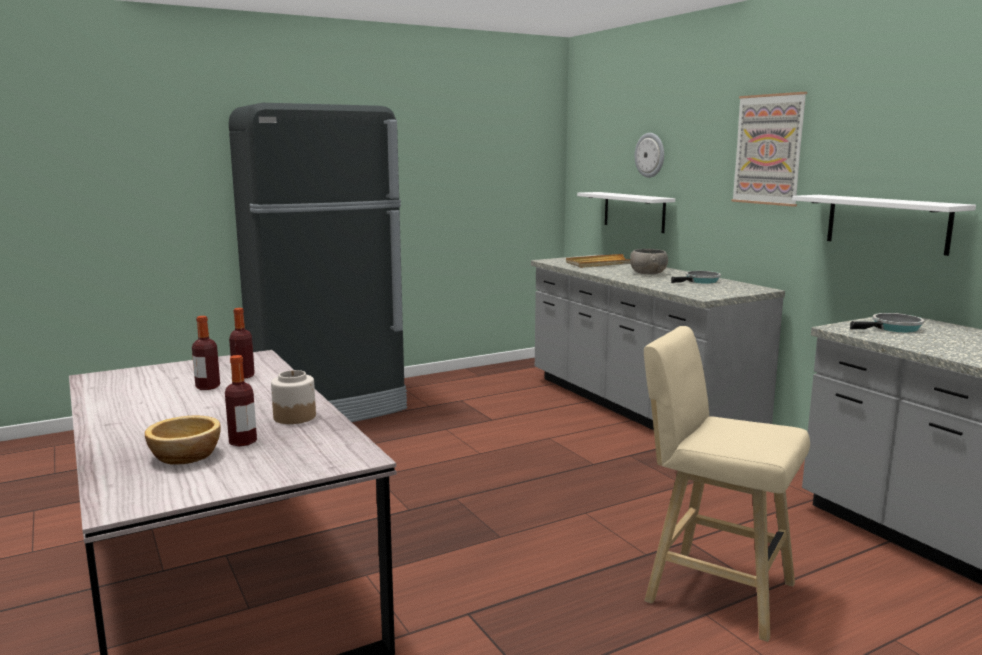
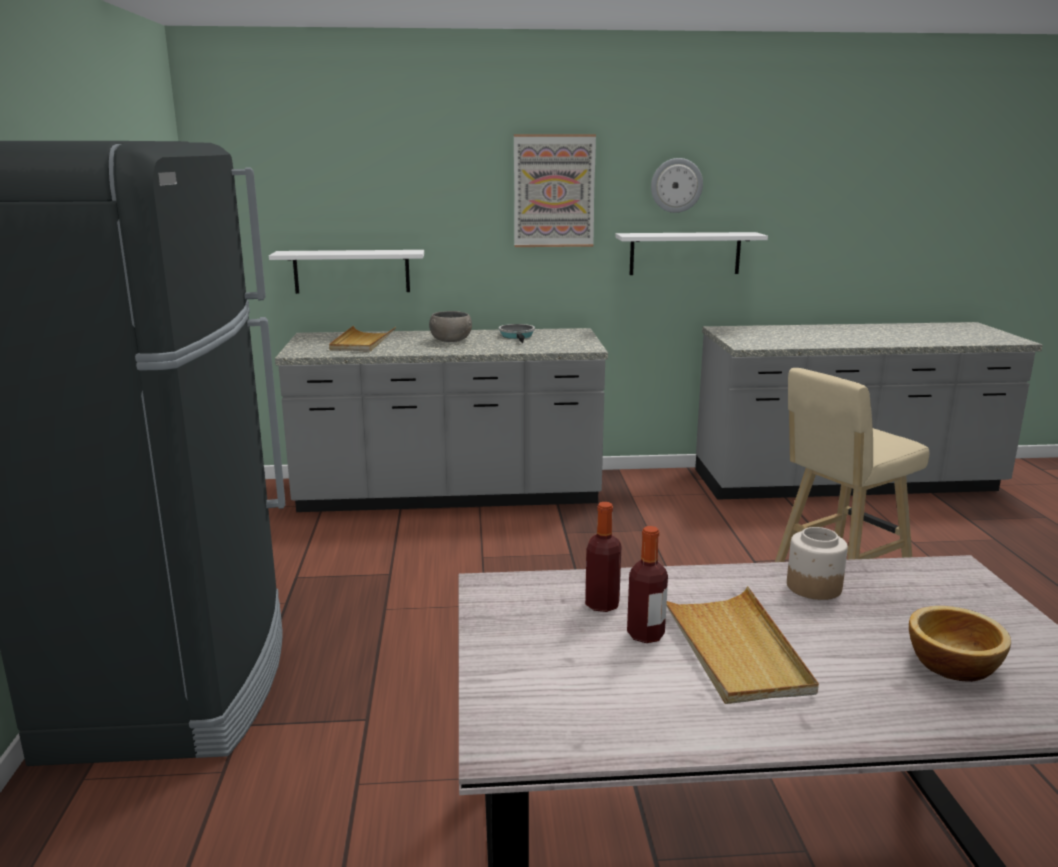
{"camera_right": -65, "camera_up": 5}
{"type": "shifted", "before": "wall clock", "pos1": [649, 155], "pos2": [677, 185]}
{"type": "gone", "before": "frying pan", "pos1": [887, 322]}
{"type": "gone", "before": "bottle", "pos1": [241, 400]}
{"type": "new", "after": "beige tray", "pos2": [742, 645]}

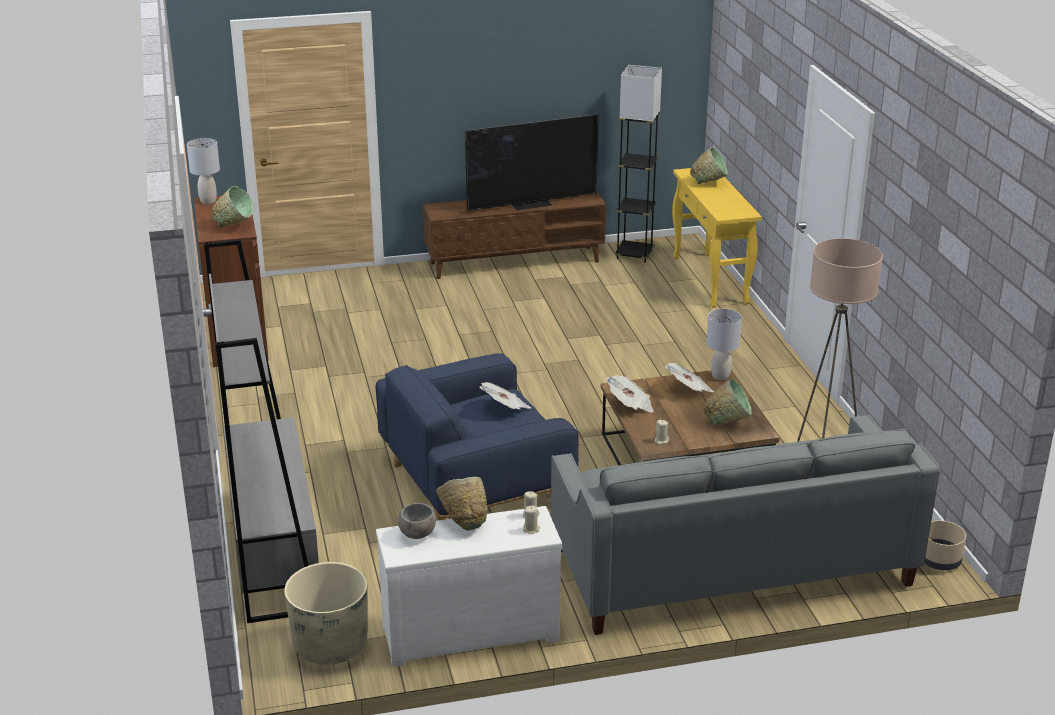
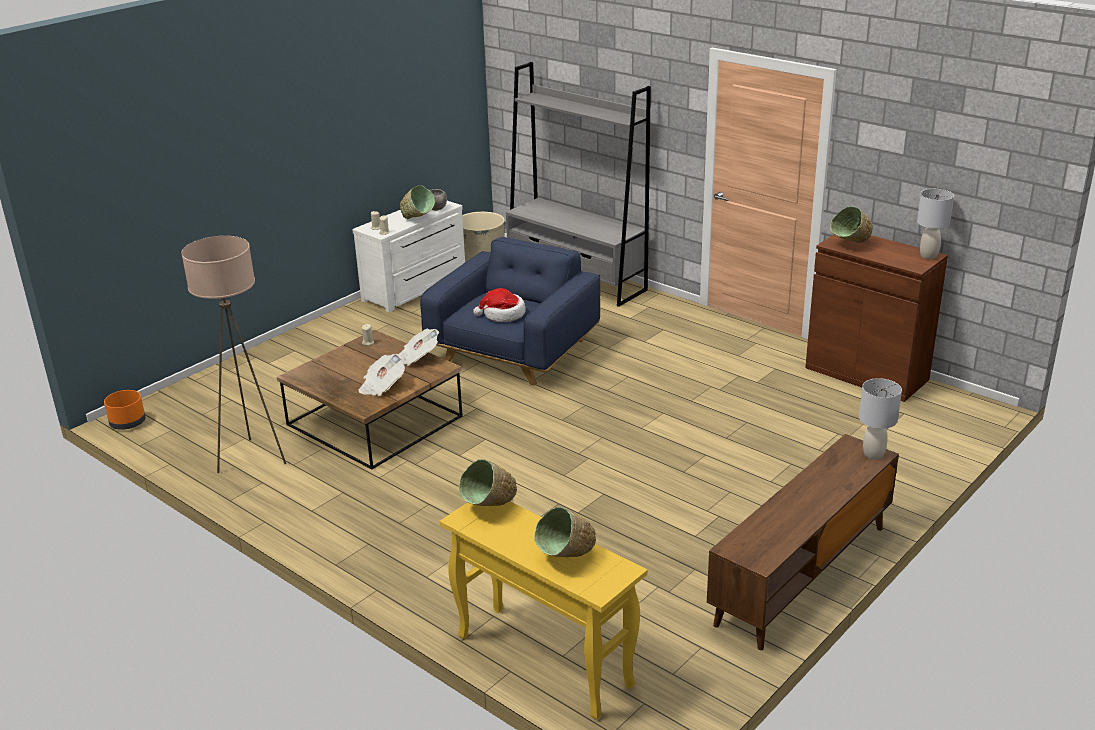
{"camera_right": 145, "camera_up": 0}
{"type": "gone", "before": "grey floor lamp", "pos1": [638, 164]}
{"type": "gone", "before": "television", "pos1": [532, 162]}
{"type": "shifted", "before": "grey table lamp", "pos1": [724, 344], "pos2": [880, 419]}
{"type": "shifted", "before": "green bowl", "pos1": [728, 401], "pos2": [488, 482]}
{"type": "swapped", "before": "newspaper", "after": "hat", "pos1": [505, 396], "pos2": [499, 305]}
{"type": "gone", "before": "grey sofa", "pos1": [745, 524]}
{"type": "repainted", "before": "beige planter", "after": "orange planter", "pos1": [945, 545], "pos2": [125, 410]}

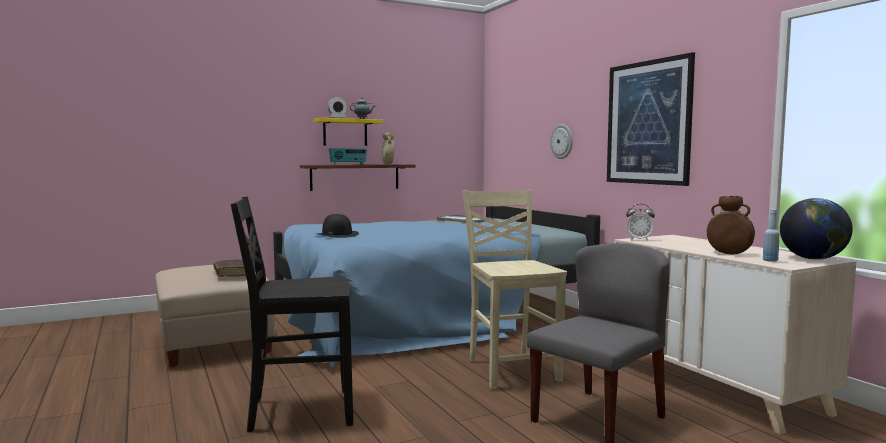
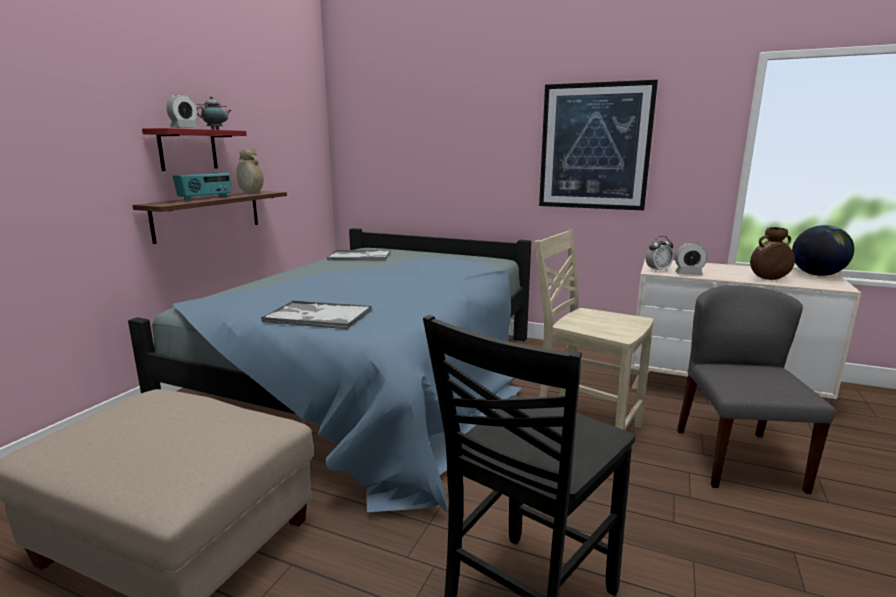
{"camera_right": -40, "camera_up": 10}
{"type": "repainted", "before": "yellow shelf", "after": "red shelf", "pos1": [348, 132], "pos2": [194, 149]}
{"type": "gone", "before": "wall clock", "pos1": [561, 141]}
{"type": "gone", "before": "blue bottle", "pos1": [771, 235]}
{"type": "swapped", "before": "black hat", "after": "tray", "pos1": [338, 226], "pos2": [316, 315]}
{"type": "gone", "before": "brown book", "pos1": [230, 268]}
{"type": "new", "after": "alarm clock", "pos2": [691, 259]}

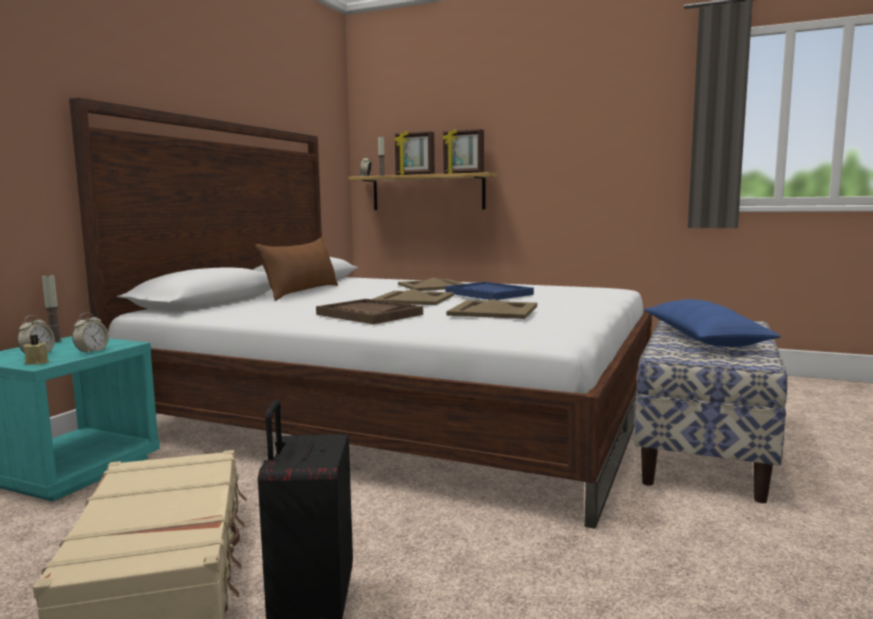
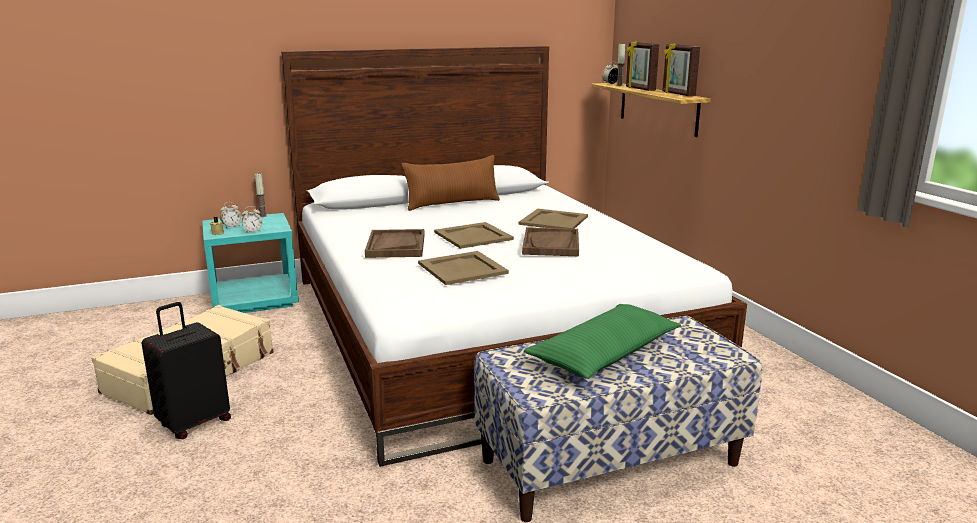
{"camera_right": 45, "camera_up": 10}
{"type": "repainted", "before": "blue tray", "after": "brown tray", "pos1": [489, 291], "pos2": [550, 241]}
{"type": "repainted", "before": "blue pillow", "after": "green pillow", "pos1": [712, 323], "pos2": [602, 341]}

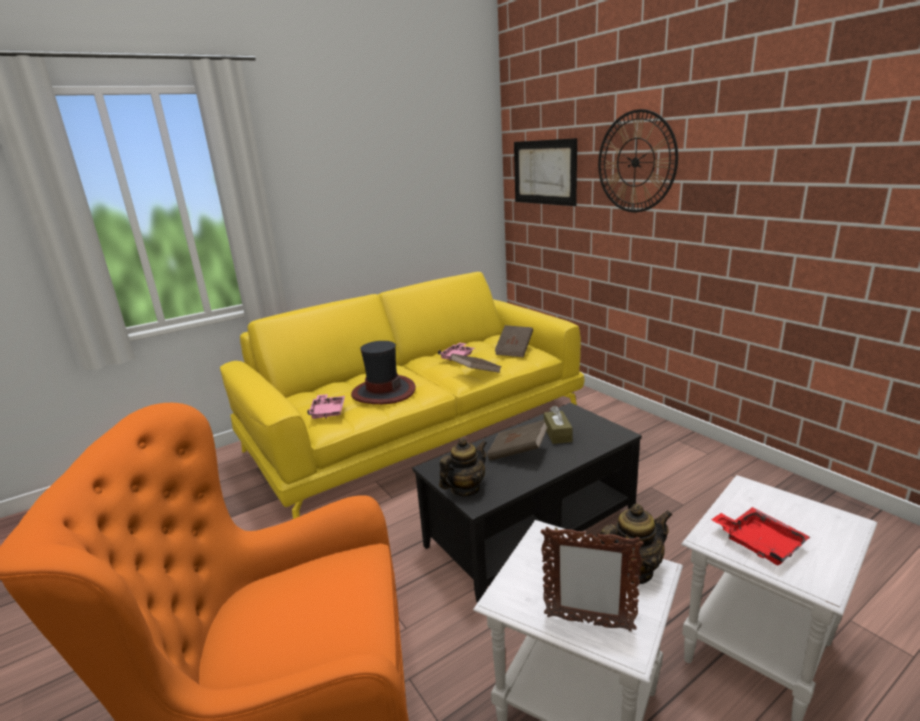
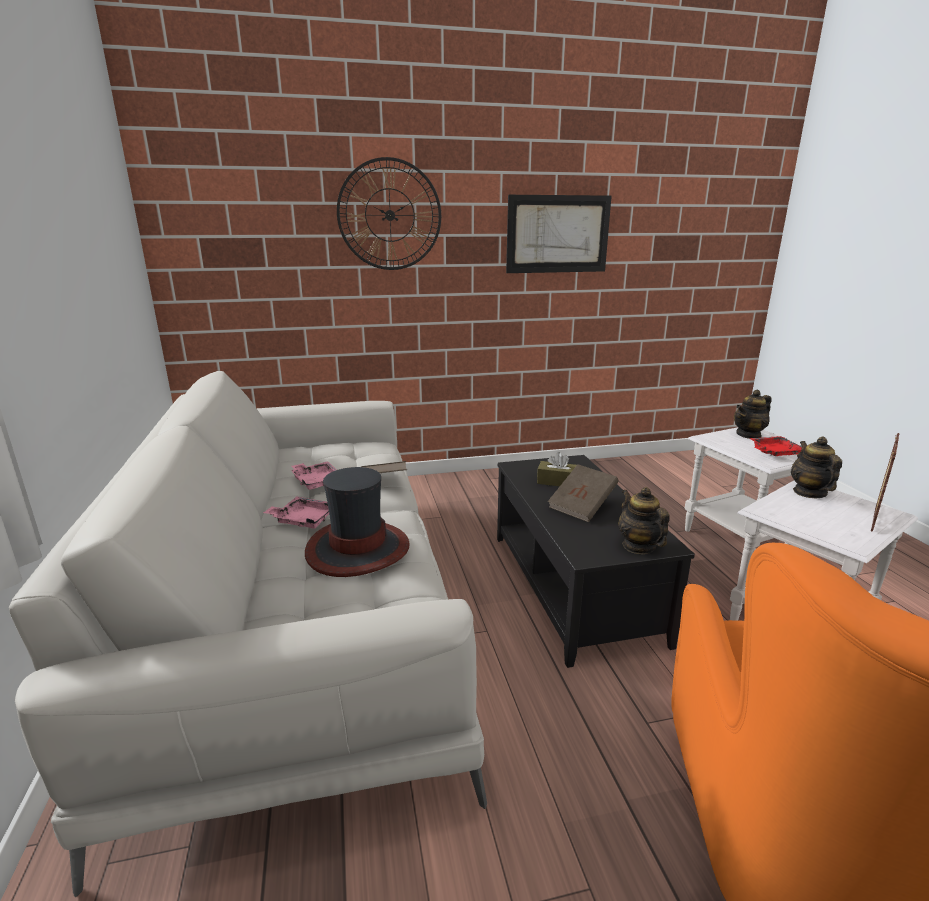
{"camera_right": -70, "camera_up": 0}
{"type": "shifted", "before": "picture", "pos1": [545, 172], "pos2": [559, 234]}
{"type": "repainted", "before": "yellow sofa", "after": "white sofa", "pos1": [402, 395], "pos2": [248, 634]}
{"type": "gone", "before": "brown book", "pos1": [513, 341]}
{"type": "shifted", "before": "pink tray", "pos1": [326, 406], "pos2": [296, 512]}
{"type": "new", "after": "teapot", "pos2": [753, 414]}

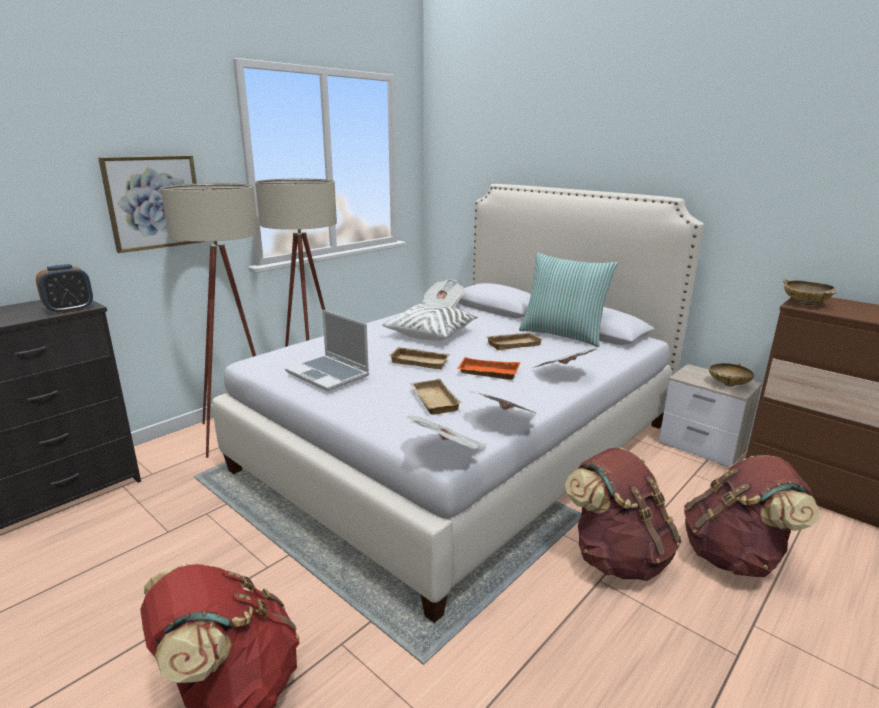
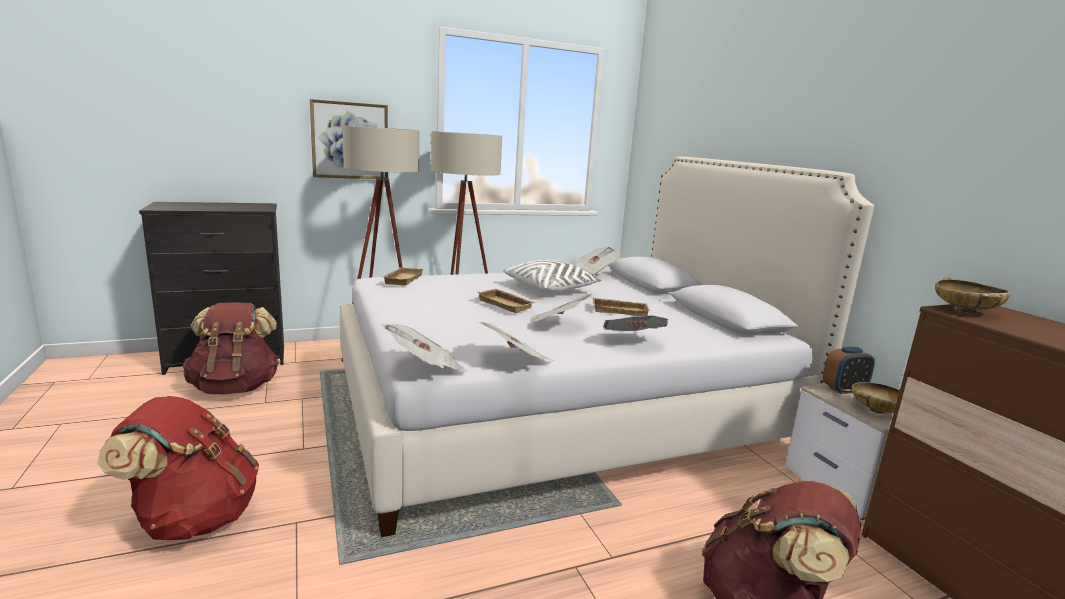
{"camera_right": 25, "camera_up": -5}
{"type": "gone", "before": "pillow", "pos1": [568, 300]}
{"type": "shifted", "before": "alarm clock", "pos1": [64, 289], "pos2": [848, 370]}
{"type": "gone", "before": "laptop", "pos1": [327, 350]}
{"type": "swapped", "before": "orange tray", "after": "newspaper", "pos1": [488, 368], "pos2": [561, 309]}
{"type": "shifted", "before": "beige tray", "pos1": [436, 397], "pos2": [403, 277]}
{"type": "shifted", "before": "brown backpack", "pos1": [623, 514], "pos2": [231, 348]}

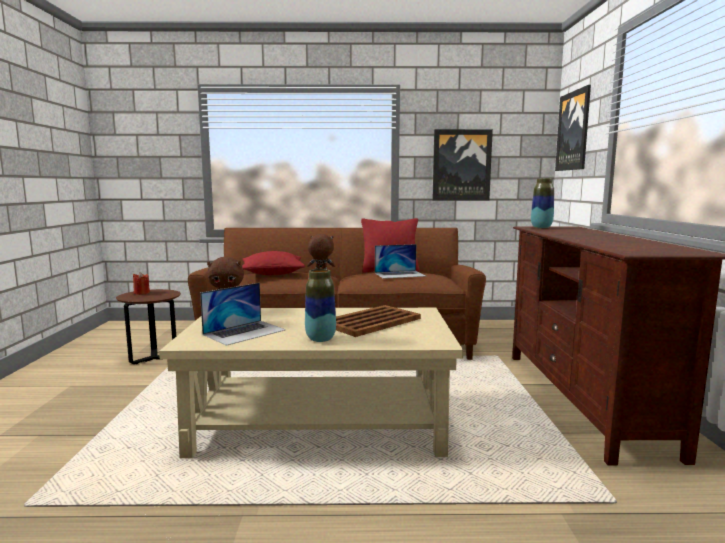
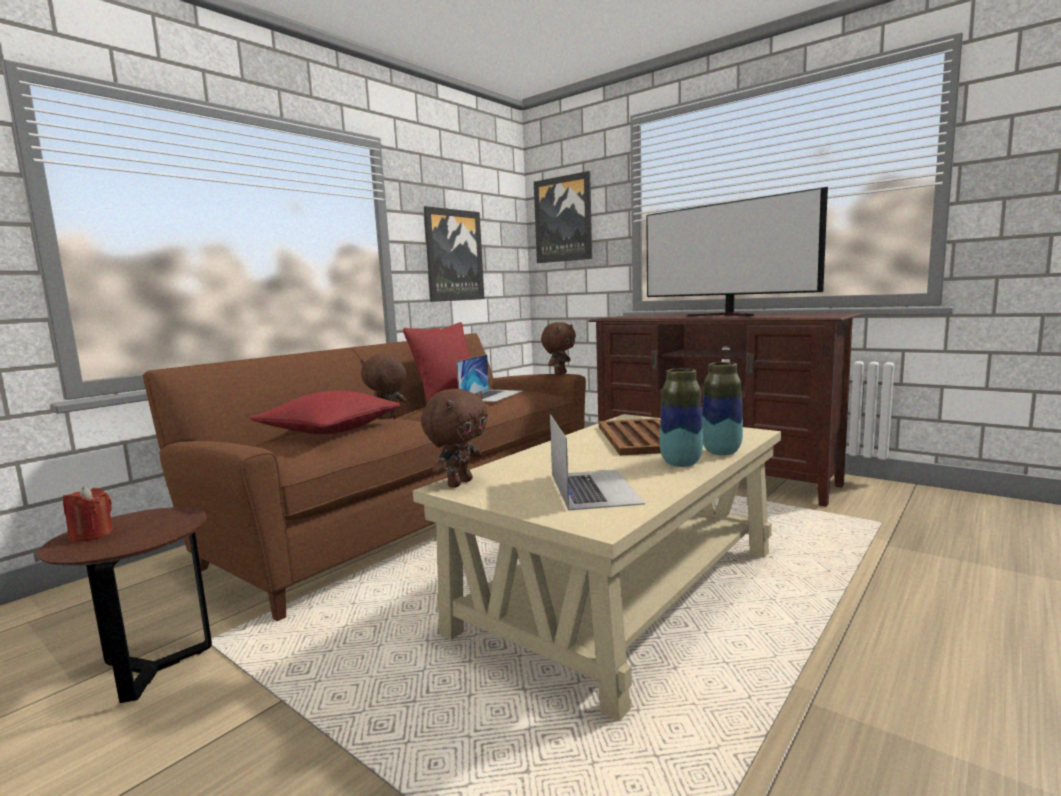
{"camera_right": -50, "camera_up": 0}
{"type": "shifted", "before": "vase", "pos1": [542, 203], "pos2": [722, 408]}
{"type": "new", "after": "television", "pos2": [737, 252]}
{"type": "new", "after": "brown plush toy", "pos2": [558, 348]}

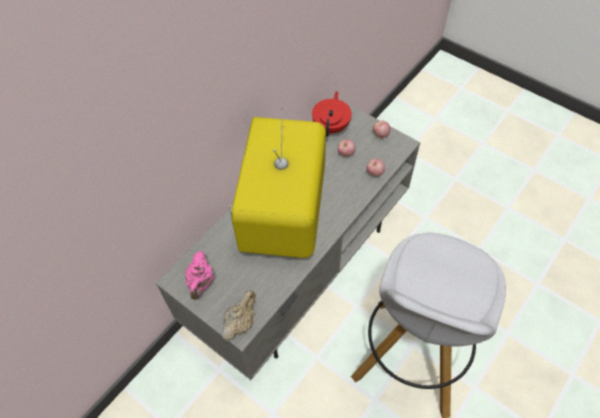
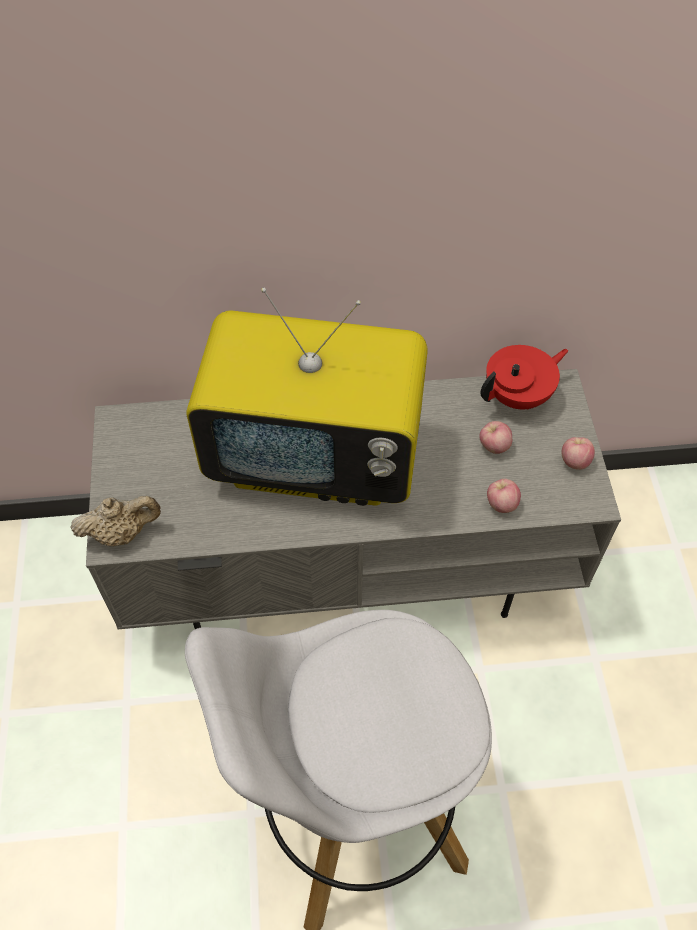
{"camera_right": 45, "camera_up": 0}
{"type": "rotated", "before": "television", "pos1": [277, 182], "pos2": [306, 397], "turn": -135}
{"type": "gone", "before": "pink teapot", "pos1": [199, 275]}

